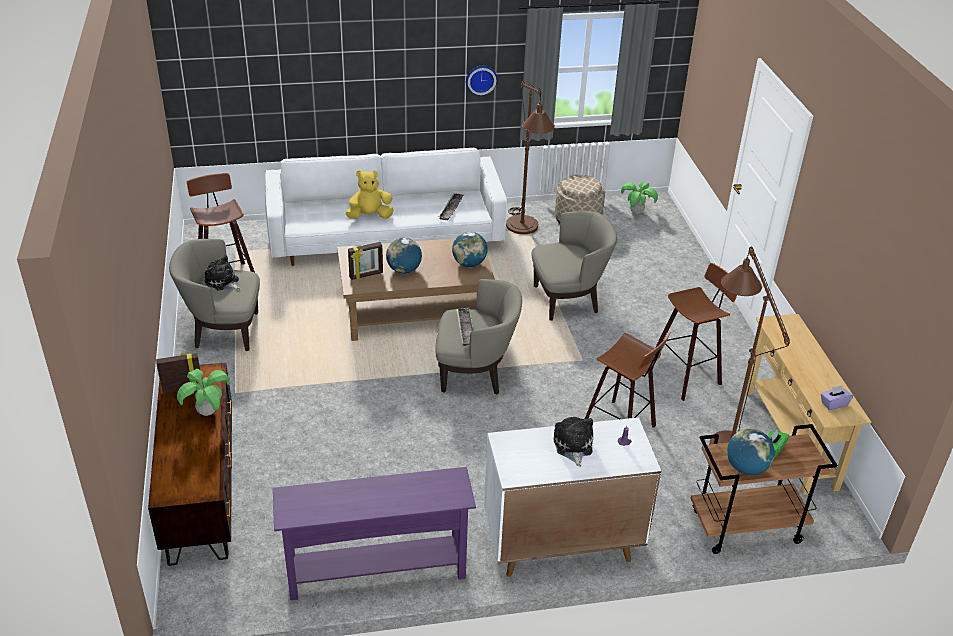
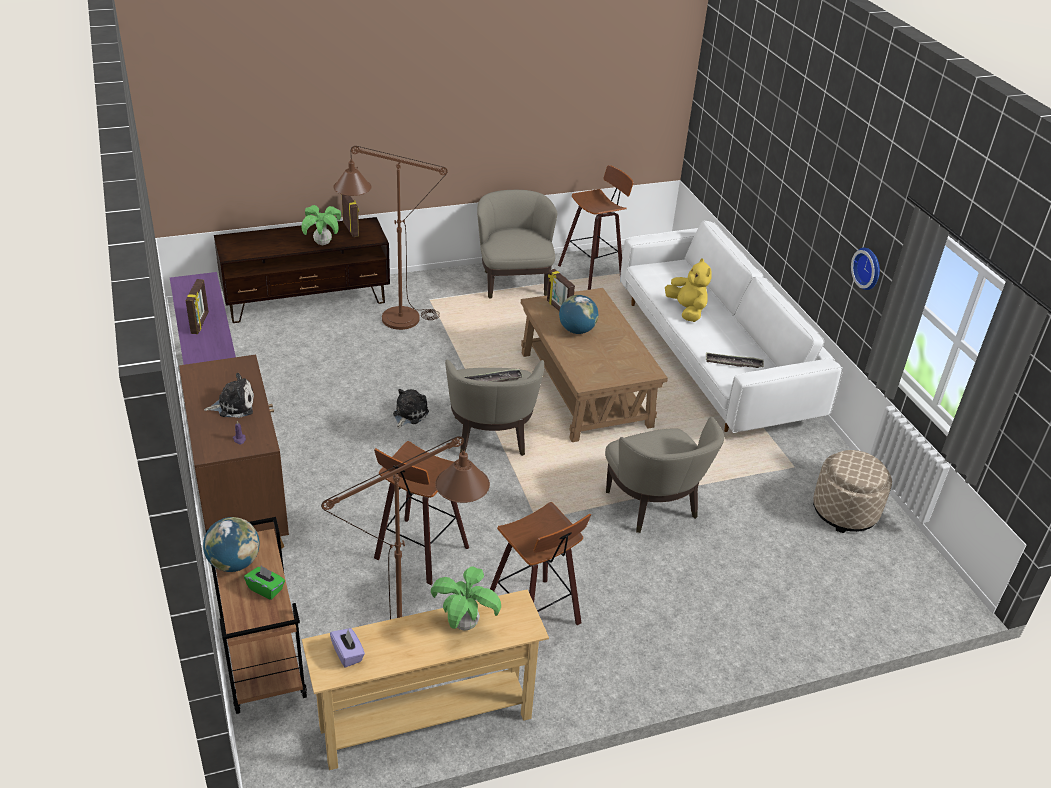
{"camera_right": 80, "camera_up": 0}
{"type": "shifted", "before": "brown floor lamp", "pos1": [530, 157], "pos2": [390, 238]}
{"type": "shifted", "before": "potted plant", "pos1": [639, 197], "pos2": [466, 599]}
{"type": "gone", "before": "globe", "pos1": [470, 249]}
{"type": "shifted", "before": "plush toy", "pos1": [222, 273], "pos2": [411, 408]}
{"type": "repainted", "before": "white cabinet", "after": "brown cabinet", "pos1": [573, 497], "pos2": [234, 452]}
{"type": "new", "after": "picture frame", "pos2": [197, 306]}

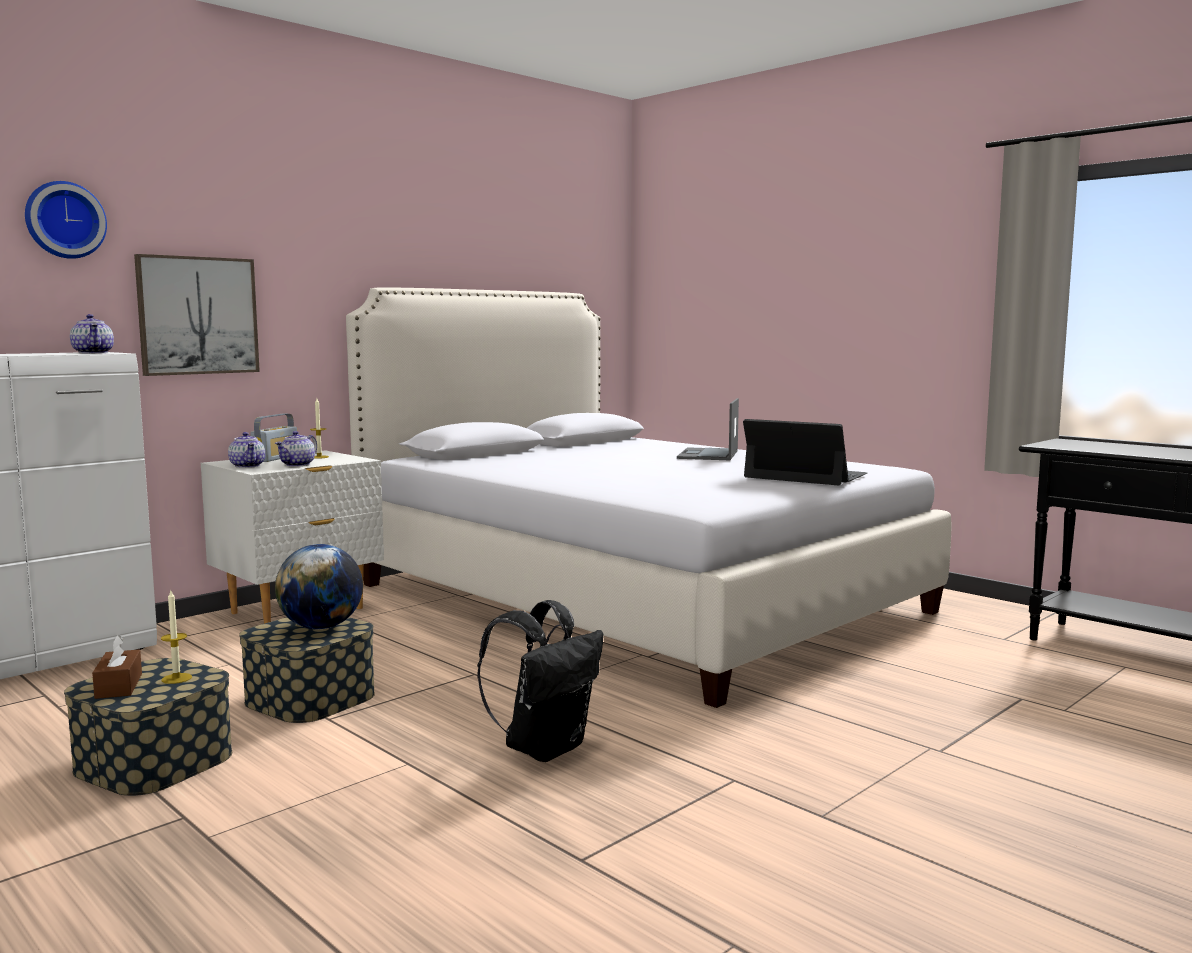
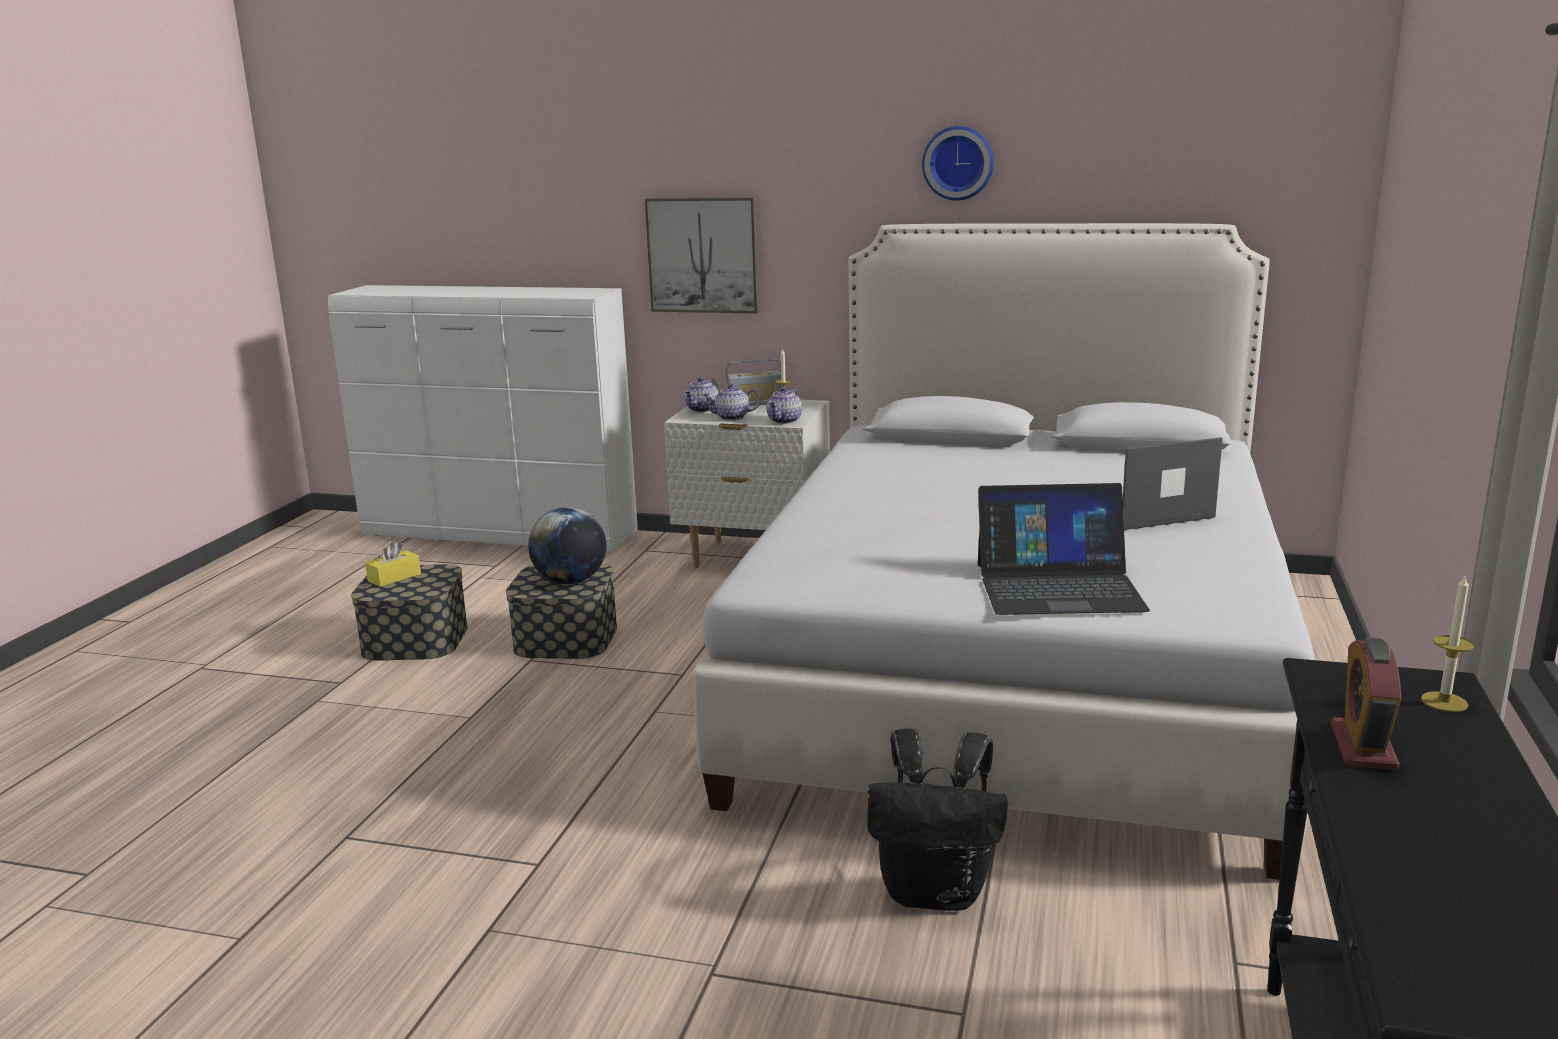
{"camera_right": 60, "camera_up": 10}
{"type": "shifted", "before": "wall clock", "pos1": [66, 220], "pos2": [958, 163]}
{"type": "shifted", "before": "teapot", "pos1": [92, 334], "pos2": [784, 405]}
{"type": "rotated", "before": "laptop", "pos1": [805, 452], "pos2": [1064, 549], "turn": 90}
{"type": "shifted", "before": "candle", "pos1": [176, 637], "pos2": [1448, 643]}
{"type": "shifted", "before": "black backpack", "pos1": [540, 681], "pos2": [937, 819]}
{"type": "repainted", "before": "brown tissue box", "after": "yellow tissue box", "pos1": [117, 667], "pos2": [393, 564]}
{"type": "new", "after": "alarm clock", "pos2": [1366, 703]}

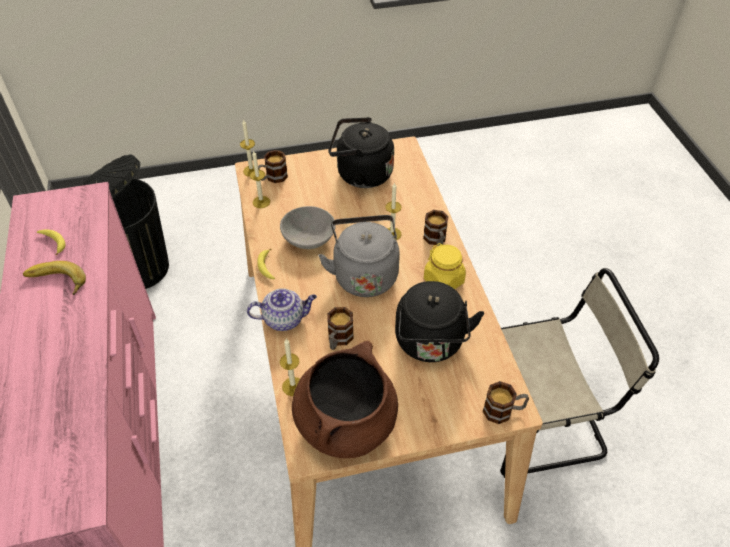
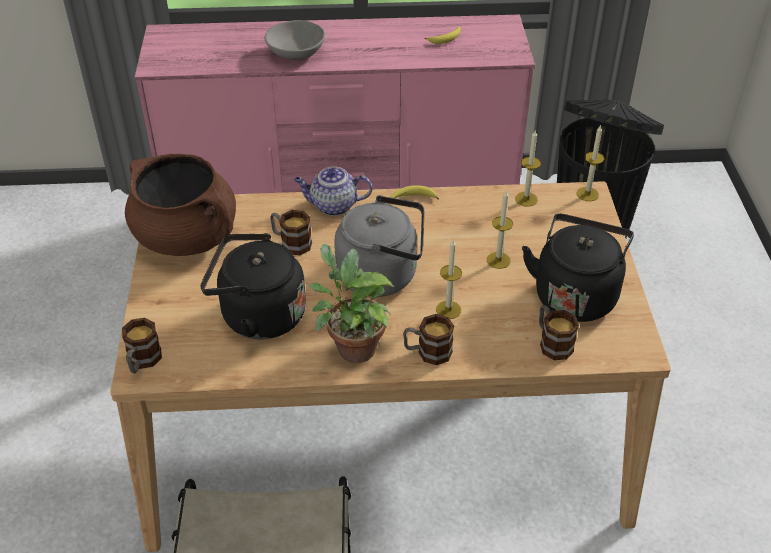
{"camera_right": 100, "camera_up": -5}
{"type": "shifted", "before": "mug", "pos1": [273, 166], "pos2": [559, 332]}
{"type": "shifted", "before": "grey bowl", "pos1": [308, 227], "pos2": [294, 40]}
{"type": "swapped", "before": "yellow jar", "after": "potted plant", "pos1": [445, 266], "pos2": [351, 303]}
{"type": "gone", "before": "banana", "pos1": [54, 278]}
{"type": "rotated", "before": "teapot", "pos1": [282, 309], "pos2": [333, 191], "turn": 90}
{"type": "shifted", "before": "candle", "pos1": [290, 367], "pos2": [500, 230]}

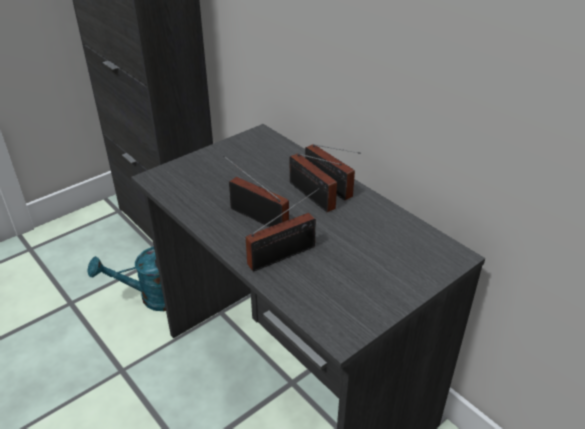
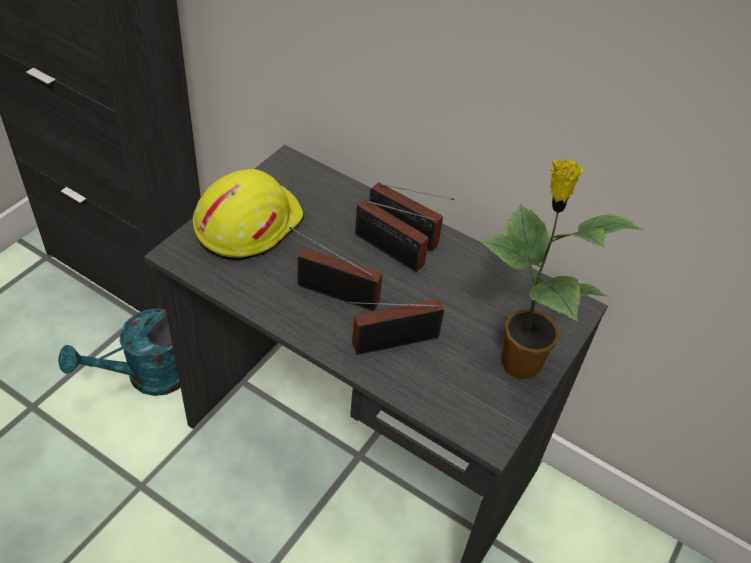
{"camera_right": -20, "camera_up": 10}
{"type": "rotated", "before": "radio", "pos1": [282, 229], "pos2": [396, 327], "turn": -150}
{"type": "new", "after": "potted plant", "pos2": [561, 269]}
{"type": "new", "after": "yellow hard hat", "pos2": [248, 215]}

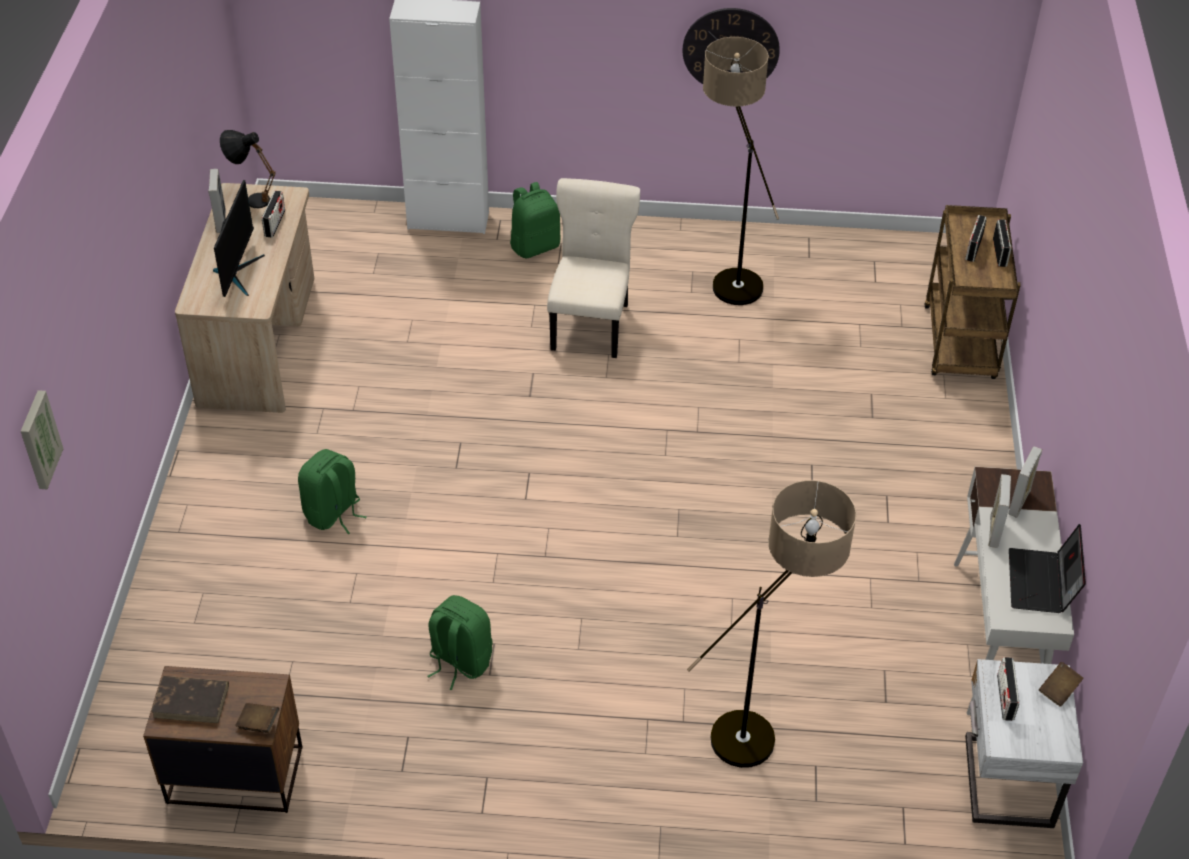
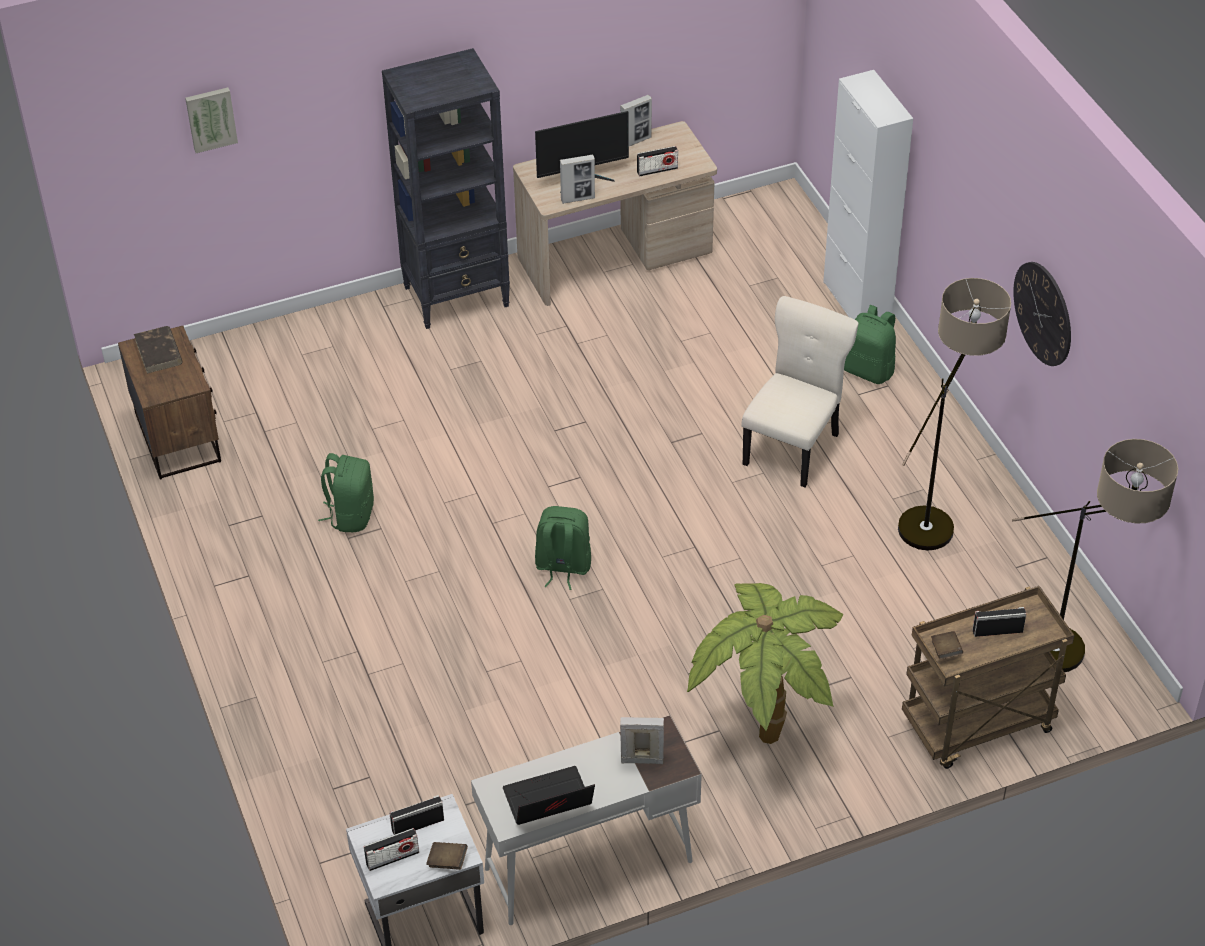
{"camera_right": 65, "camera_up": 0}
{"type": "gone", "before": "black table lamp", "pos1": [248, 169]}
{"type": "rotated", "before": "beige chair", "pos1": [593, 268], "pos2": [799, 391], "turn": -45}
{"type": "shifted", "before": "radio", "pos1": [1002, 243], "pos2": [391, 849]}
{"type": "shifted", "before": "green backpack", "pos1": [332, 491], "pos2": [563, 548]}
{"type": "shifted", "before": "picture frame", "pos1": [999, 511], "pos2": [577, 179]}
{"type": "shifted", "before": "floor lamp", "pos1": [771, 624], "pos2": [1095, 555]}
{"type": "shifted", "before": "brown book", "pos1": [257, 718], "pos2": [947, 645]}
{"type": "new", "after": "black bookcase", "pos2": [446, 188]}
{"type": "new", "after": "potted plant", "pos2": [765, 663]}

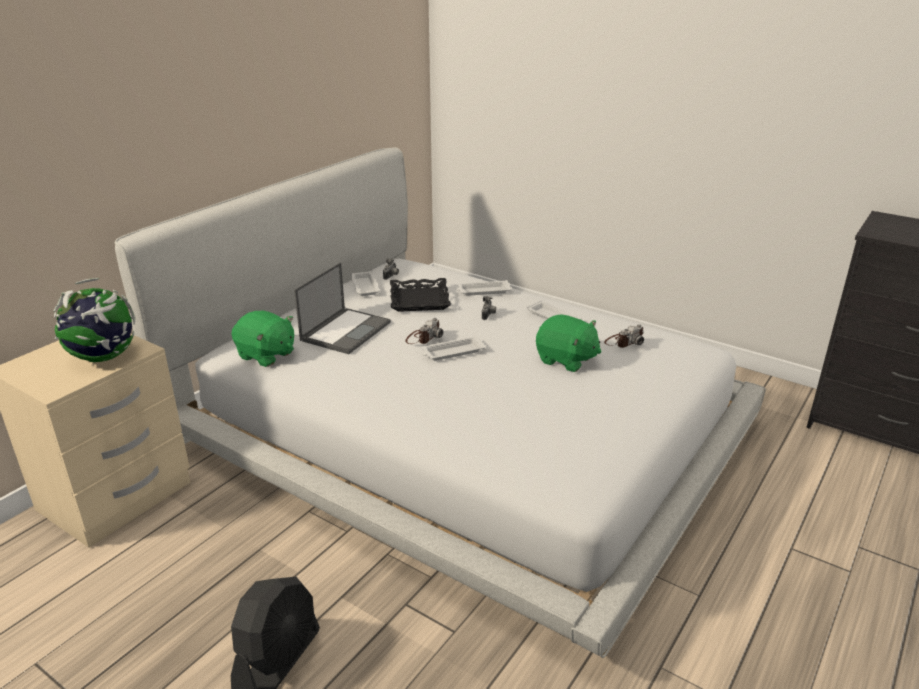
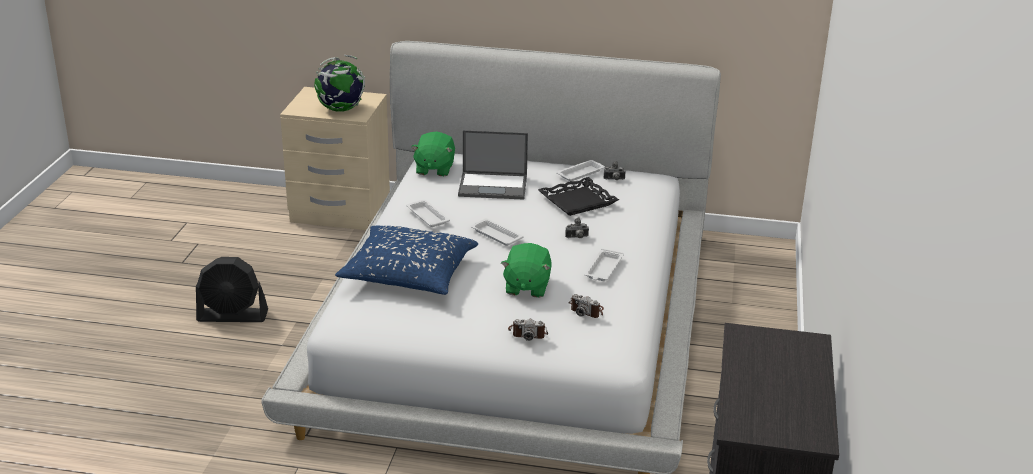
{"camera_right": 65, "camera_up": 0}
{"type": "shifted", "before": "white tray", "pos1": [484, 288], "pos2": [428, 213]}
{"type": "shifted", "before": "photo camera", "pos1": [424, 331], "pos2": [528, 330]}
{"type": "new", "after": "blue pillow", "pos2": [406, 260]}

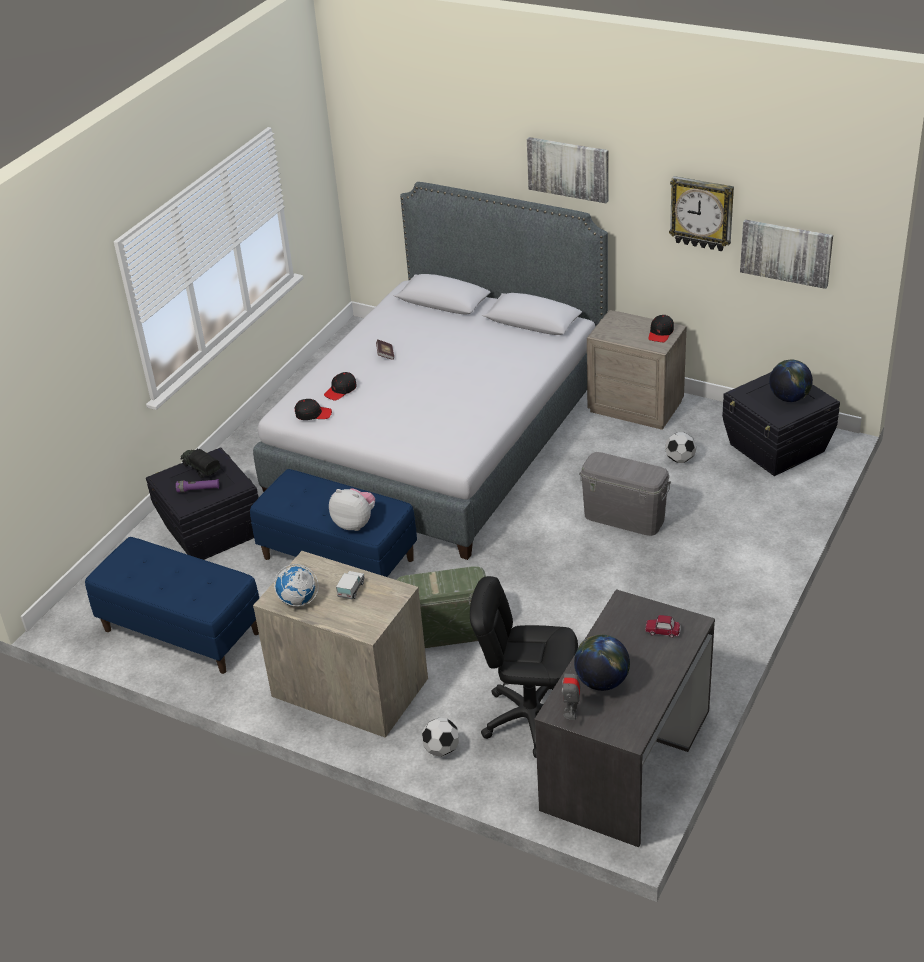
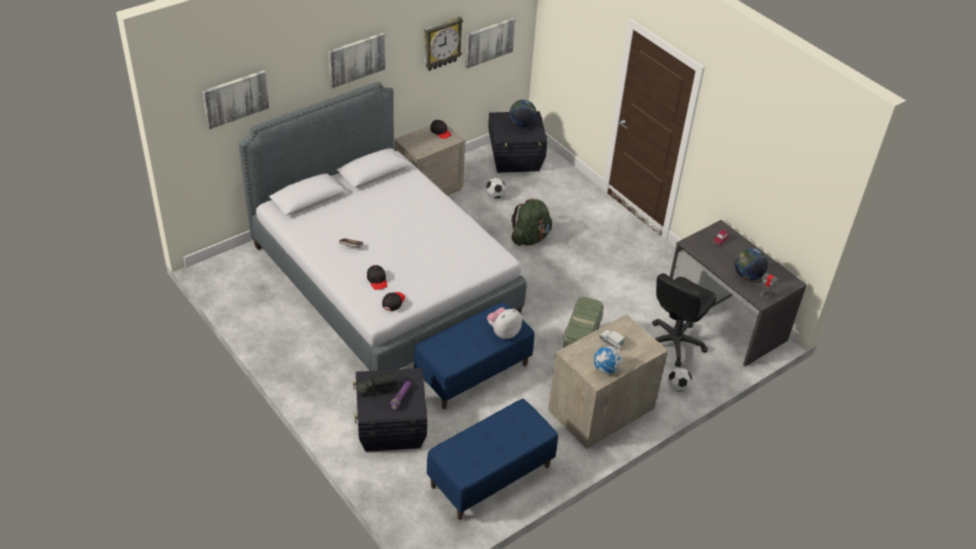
{"camera_right": -70, "camera_up": 5}
{"type": "swapped", "before": "grey storage box", "after": "green backpack", "pos1": [625, 494], "pos2": [531, 222]}
{"type": "new", "after": "picture", "pos2": [235, 99]}

